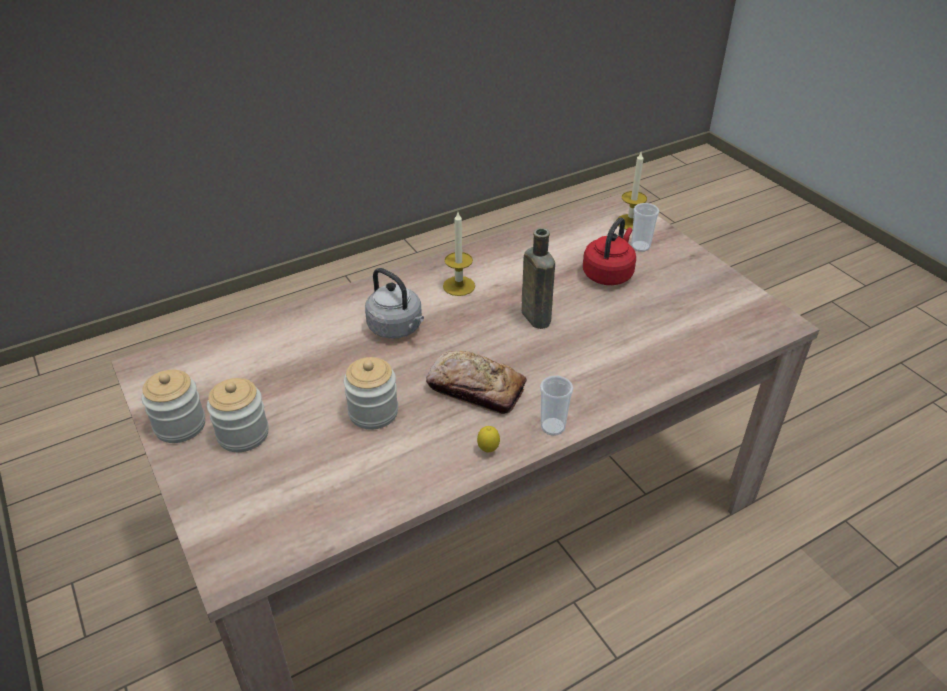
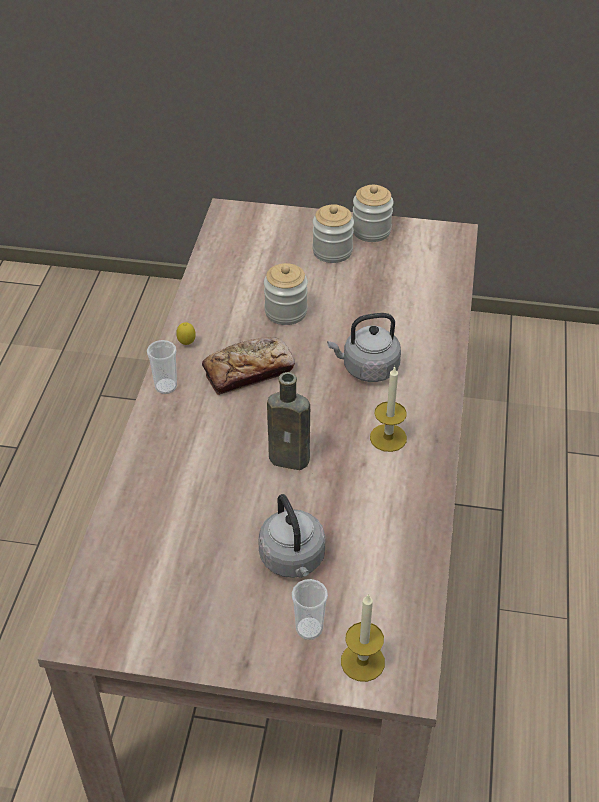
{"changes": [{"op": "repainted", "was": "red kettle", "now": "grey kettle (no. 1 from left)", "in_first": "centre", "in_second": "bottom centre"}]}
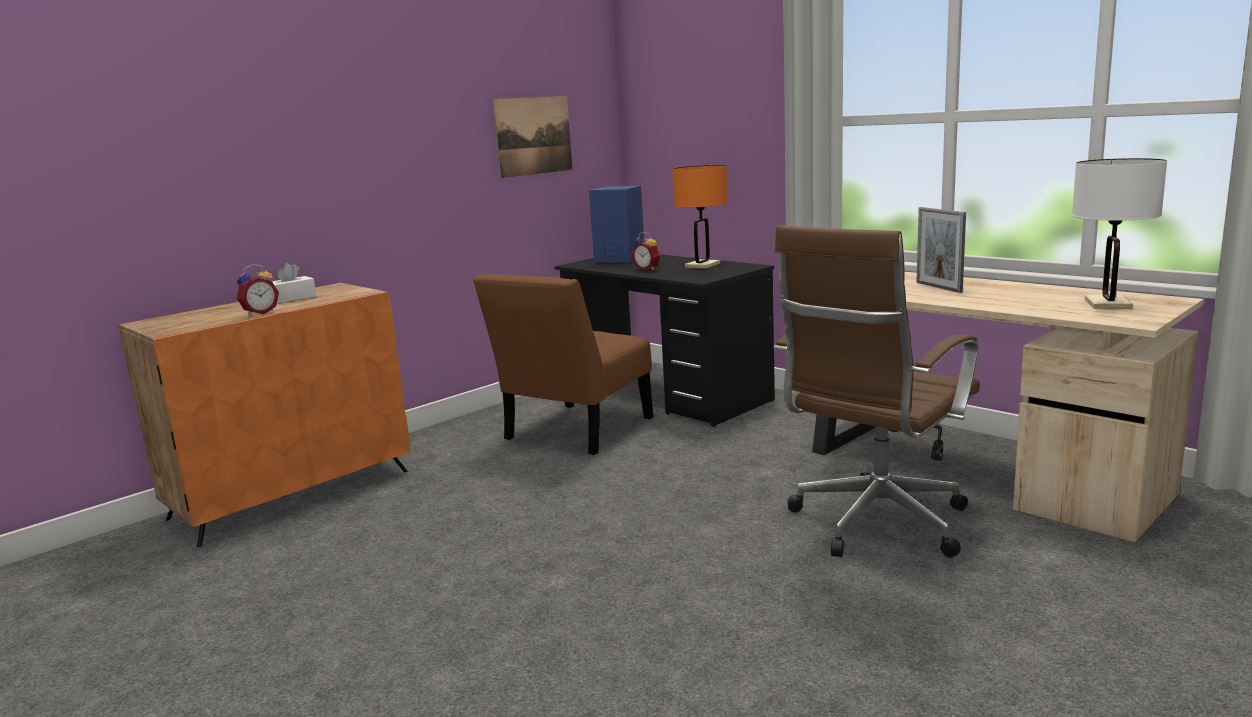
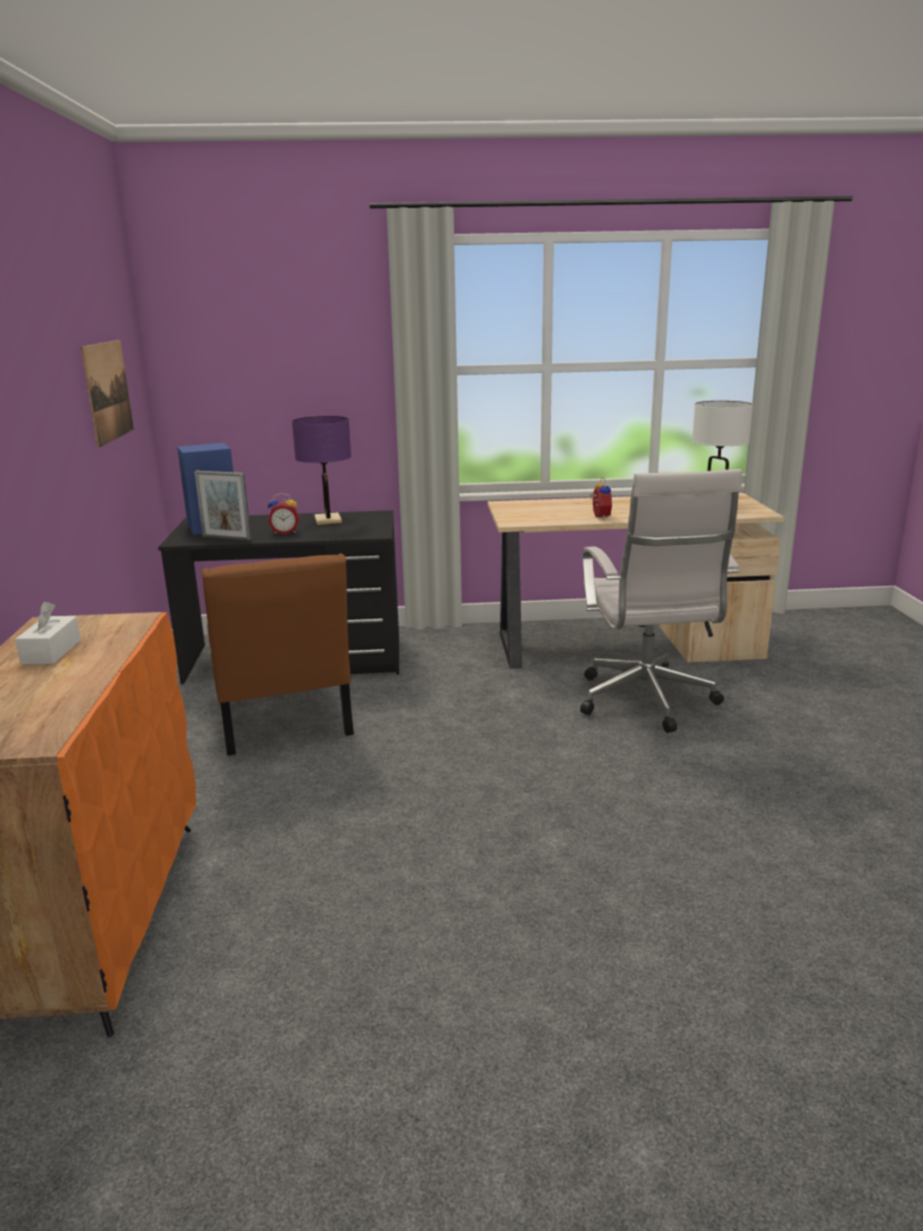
{"changes": [{"op": "shifted", "was": "alarm clock (no. 1 from left in the first image)", "now": "alarm clock (no. 2 from left)", "in_first": "middle left", "in_second": "centre"}, {"op": "repainted", "was": "orange table lamp", "now": "purple table lamp", "in_first": "top centre", "in_second": "centre"}, {"op": "repainted", "was": "brown office chair", "now": "white office chair", "in_first": "middle right", "in_second": "middle right"}, {"op": "shifted", "was": "picture frame", "in_first": "middle right", "in_second": "middle left"}]}
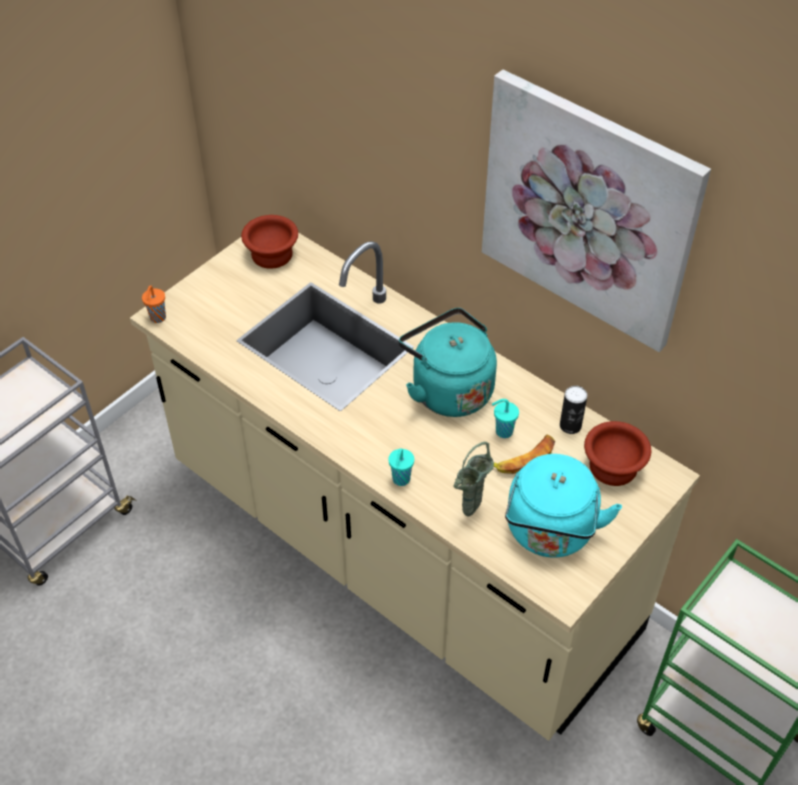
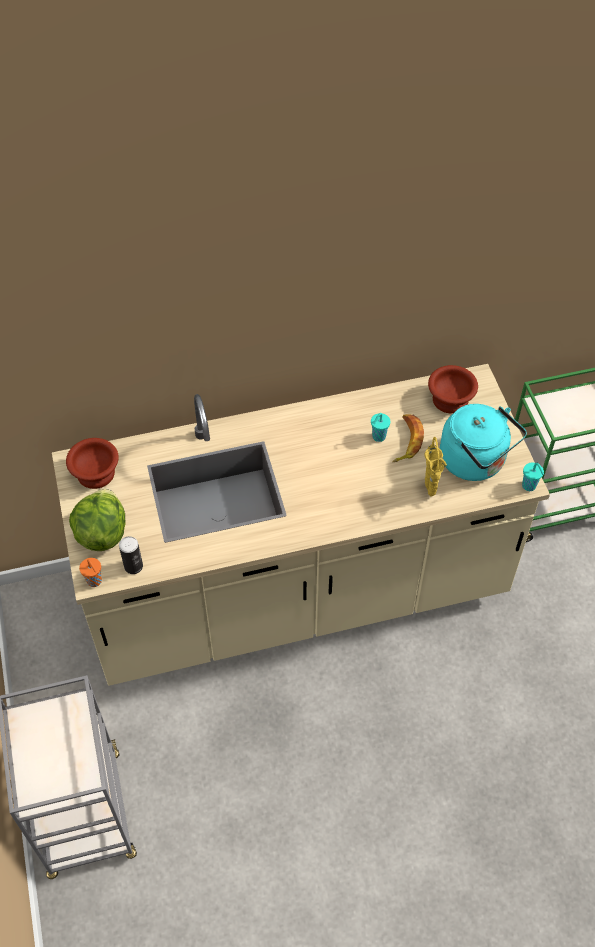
{"changes": [{"op": "shifted", "was": "turquoise cup (no. 1 from left in the first image)", "now": "turquoise cup (no. 2 from left)", "in_first": "centre", "in_second": "middle right"}, {"op": "gone", "was": "turquoise kettle (no. 1 from left)", "in_first": "centre"}, {"op": "repainted", "was": "green vase", "now": "yellow vase", "in_first": "centre", "in_second": "middle right"}, {"op": "gone", "was": "picture", "in_first": "top right"}, {"op": "shifted", "was": "can", "in_first": "middle right", "in_second": "middle left"}, {"op": "new", "now": "lettuce", "in_second": "middle left"}]}
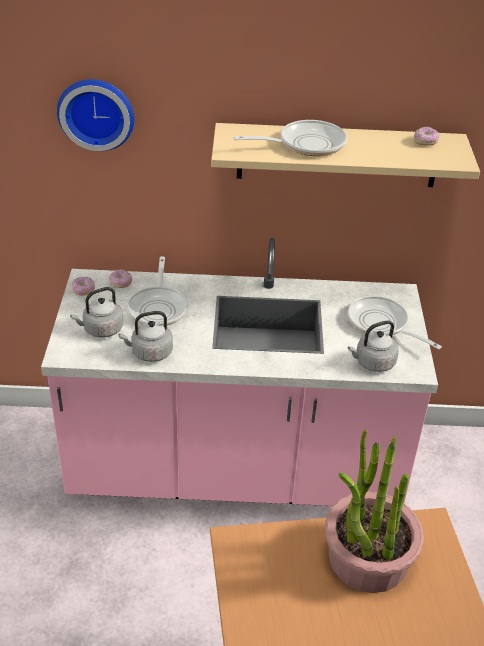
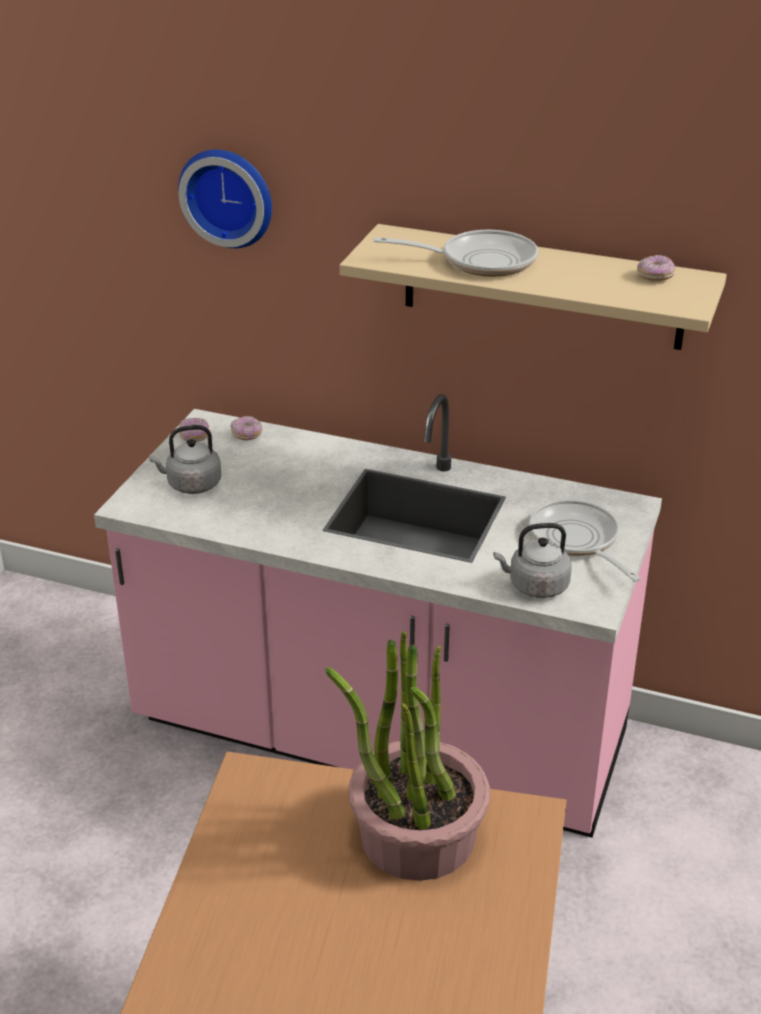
{"changes": [{"op": "gone", "was": "grey kettle (no. 2 from left)", "in_first": "middle left"}, {"op": "gone", "was": "frying pan (no. 1 from left)", "in_first": "middle left"}]}
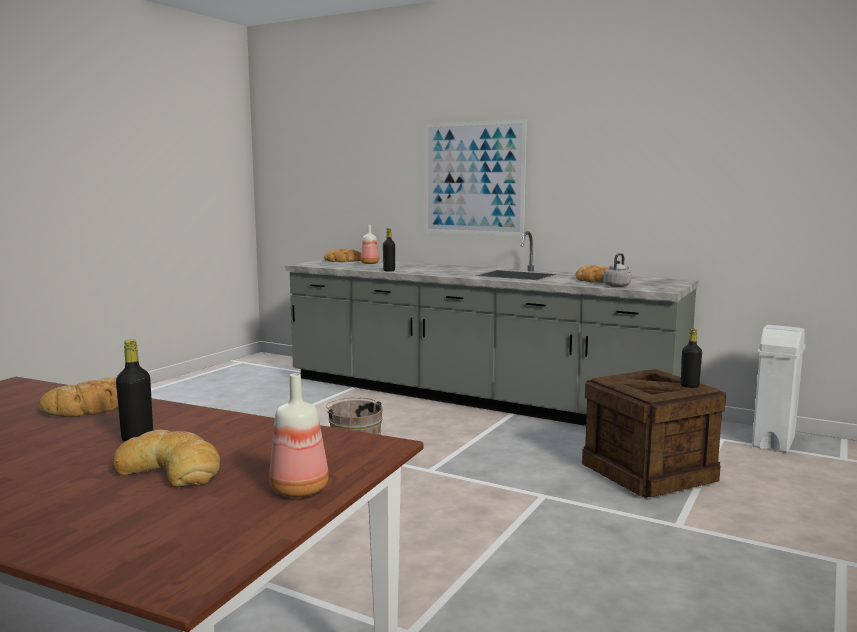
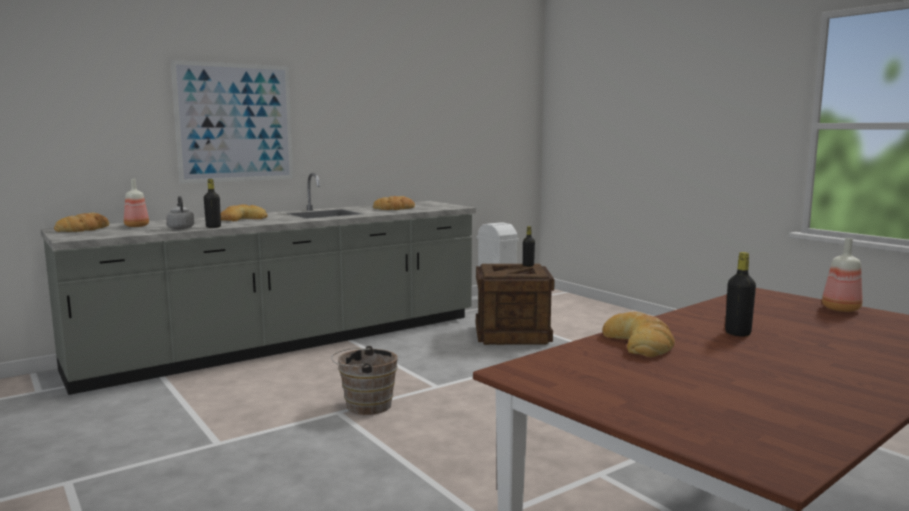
{"changes": [{"op": "shifted", "was": "bread (no. 2 from left)", "in_first": "bottom left", "in_second": "middle left"}, {"op": "shifted", "was": "grey kettle", "in_first": "middle right", "in_second": "middle left"}]}
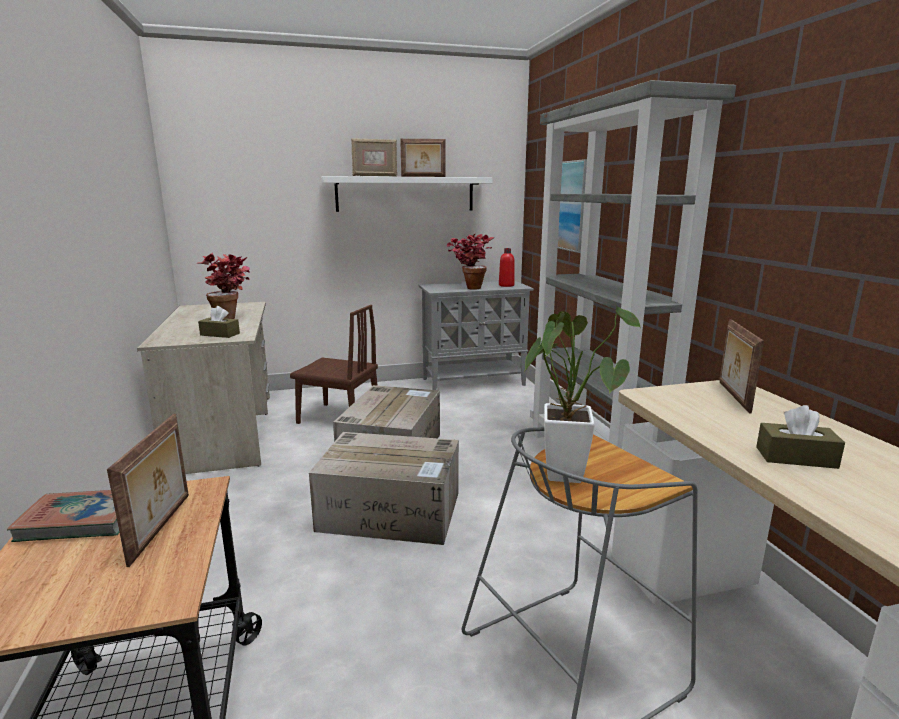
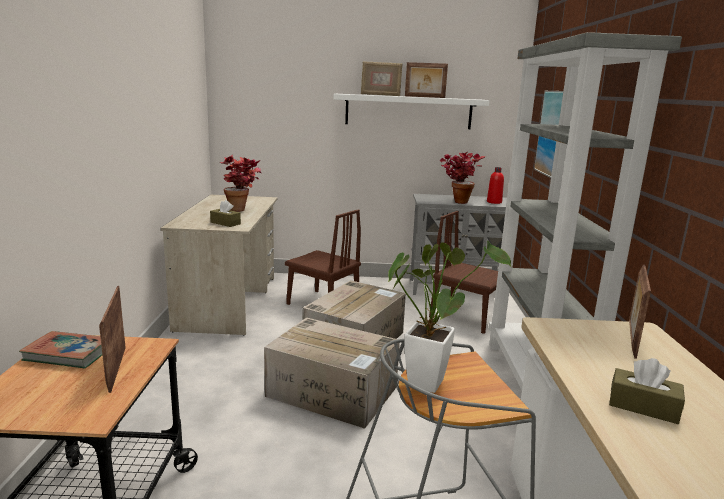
{"changes": [{"op": "rotated", "was": "picture frame (no. 1 from left)", "in_first": "bottom left", "in_second": "bottom left", "clockwise": 150}, {"op": "new", "now": "brown chair (no. 2 from left)", "in_second": "centre"}]}
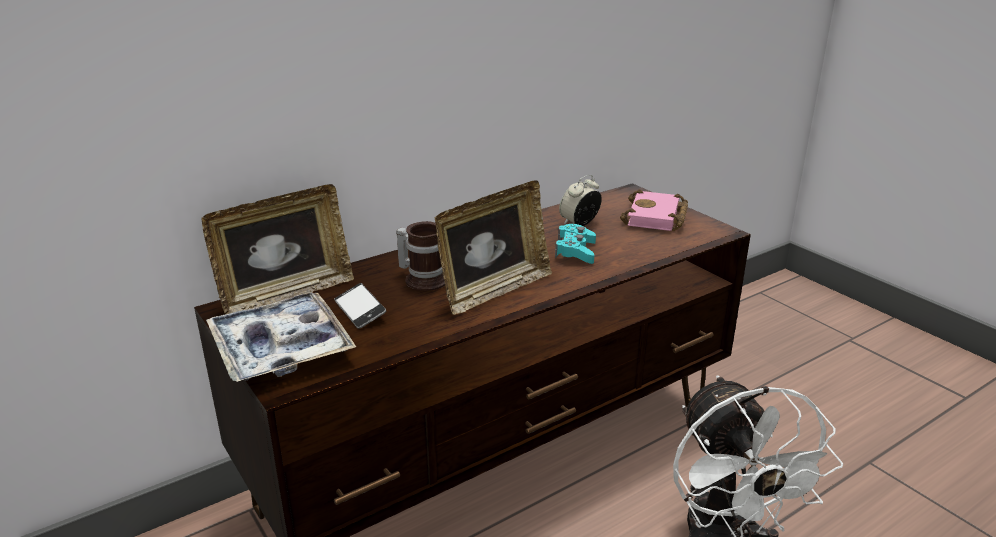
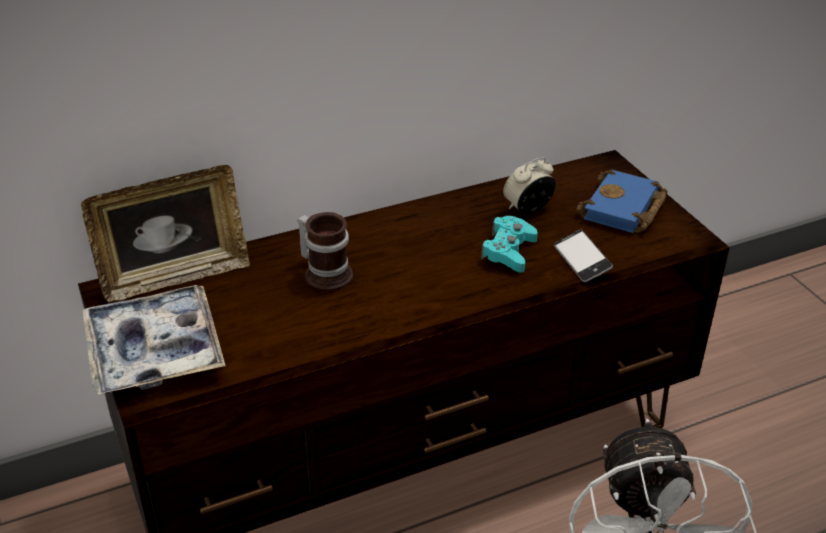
{"changes": [{"op": "shifted", "was": "phone", "in_first": "centre", "in_second": "middle right"}, {"op": "gone", "was": "picture frame (no. 2 from left)", "in_first": "centre"}, {"op": "repainted", "was": "pink book", "now": "blue book", "in_first": "centre", "in_second": "middle right"}]}
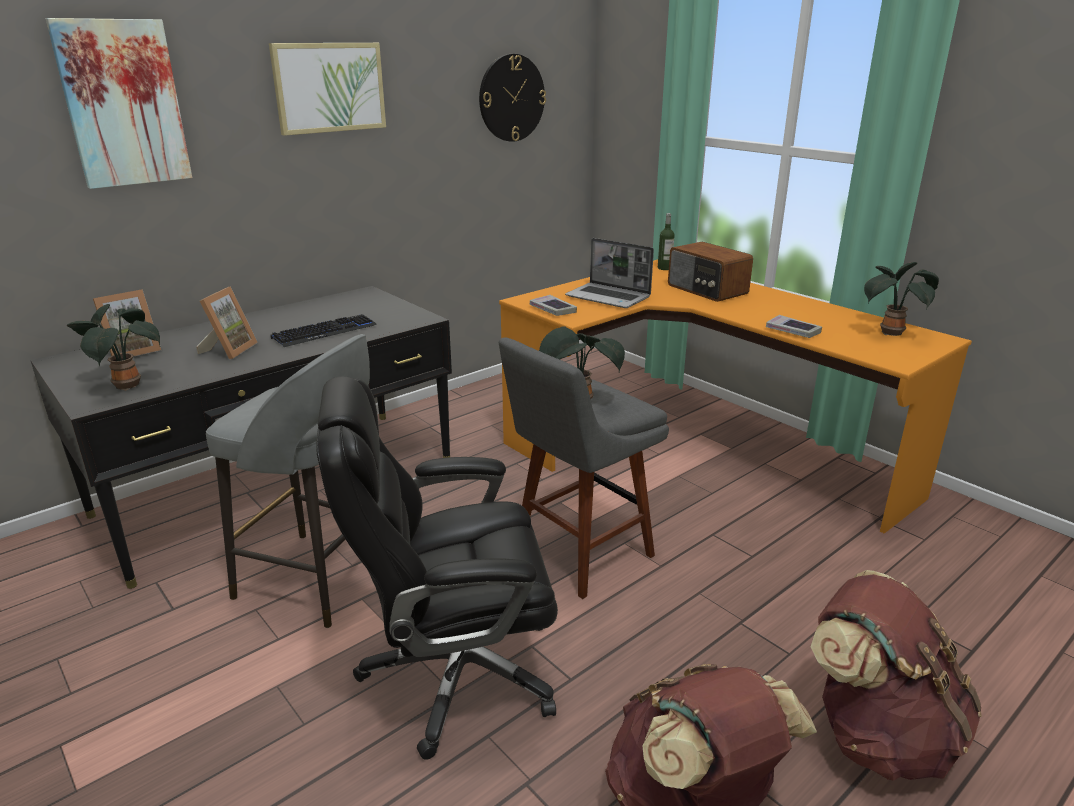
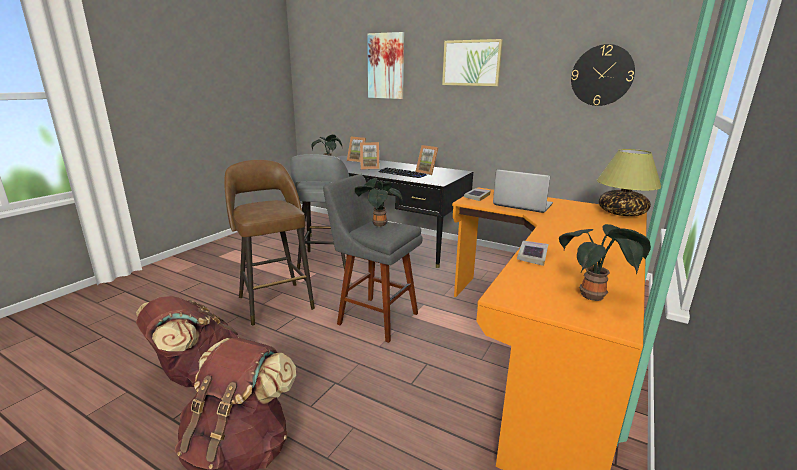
{"changes": [{"op": "swapped", "was": "black office chair", "now": "brown stool", "in_first": "bottom centre", "in_second": "centre"}, {"op": "rotated", "was": "laptop", "in_first": "centre", "in_second": "centre", "clockwise": 105}, {"op": "swapped", "was": "bottle", "now": "table lamp", "in_first": "top centre", "in_second": "middle right"}, {"op": "gone", "was": "radio", "in_first": "centre"}, {"op": "new", "now": "picture frame (no. 3 from left)", "in_second": "centre"}]}
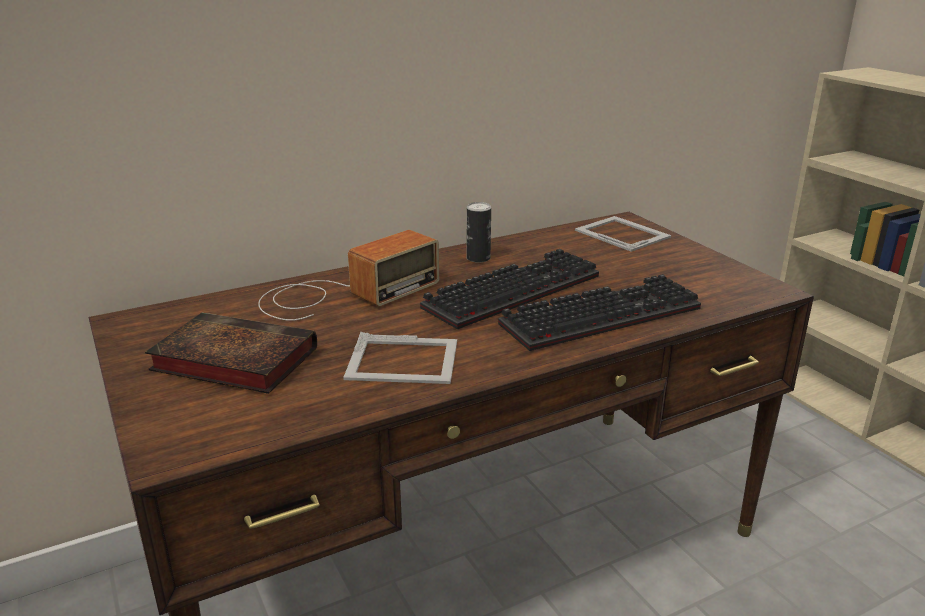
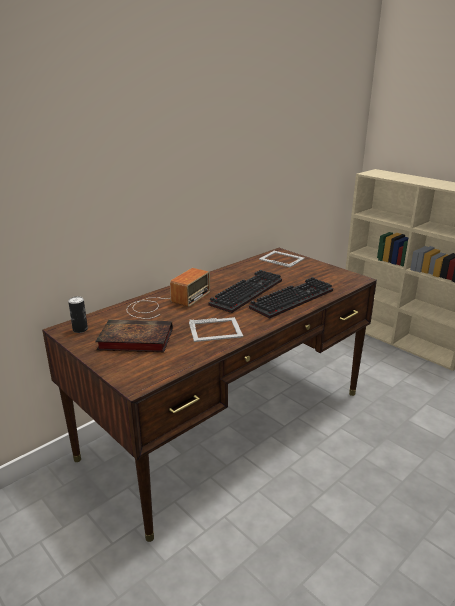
{"changes": [{"op": "shifted", "was": "can", "in_first": "centre", "in_second": "middle left"}]}
